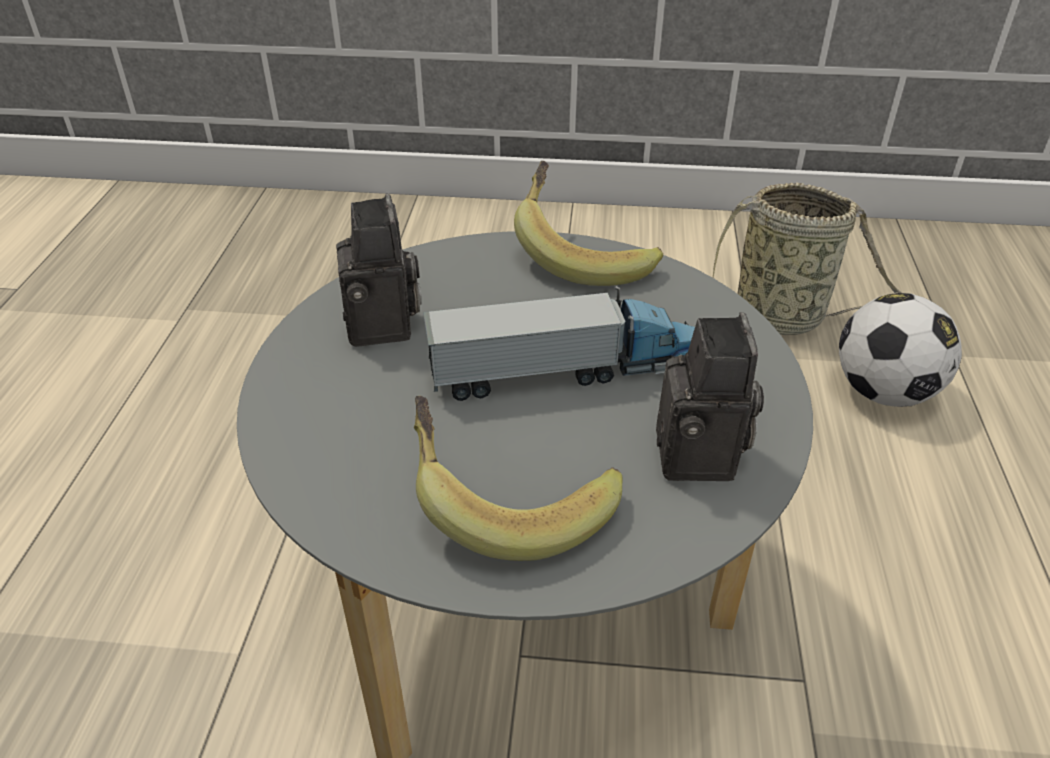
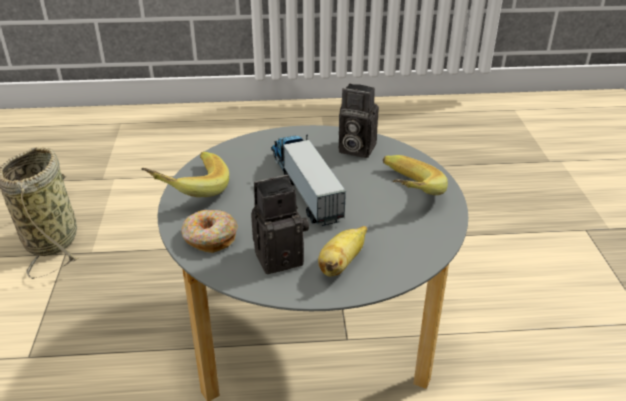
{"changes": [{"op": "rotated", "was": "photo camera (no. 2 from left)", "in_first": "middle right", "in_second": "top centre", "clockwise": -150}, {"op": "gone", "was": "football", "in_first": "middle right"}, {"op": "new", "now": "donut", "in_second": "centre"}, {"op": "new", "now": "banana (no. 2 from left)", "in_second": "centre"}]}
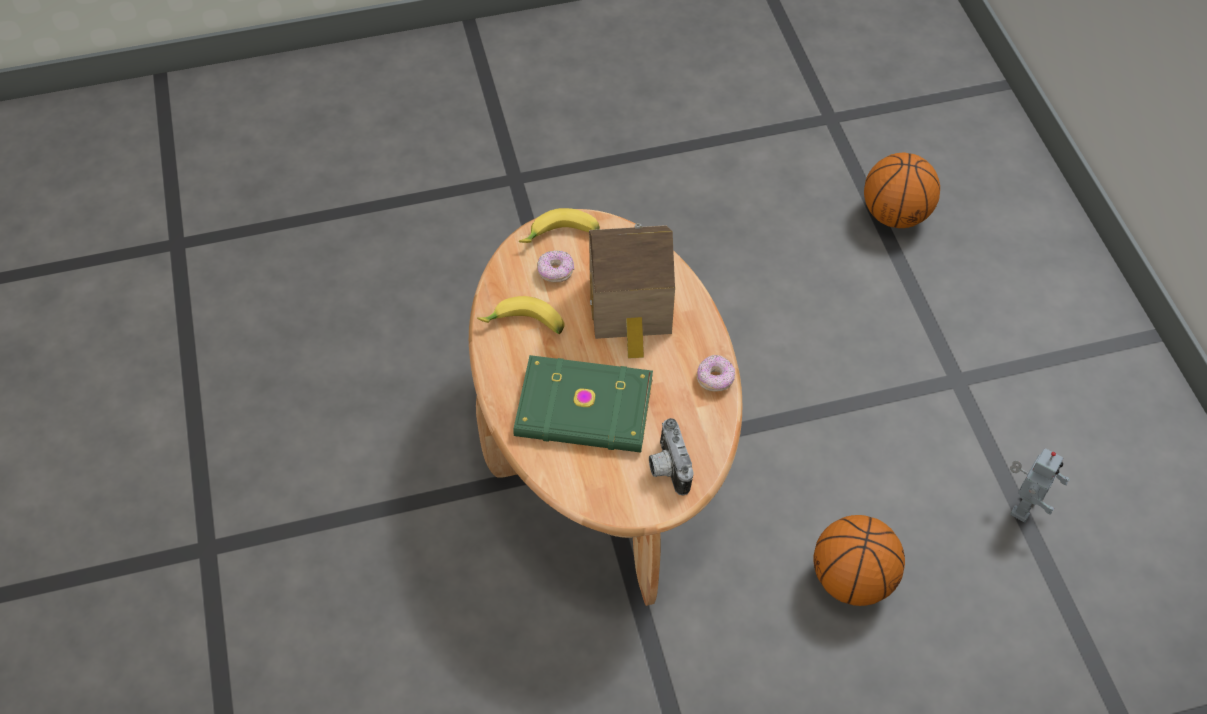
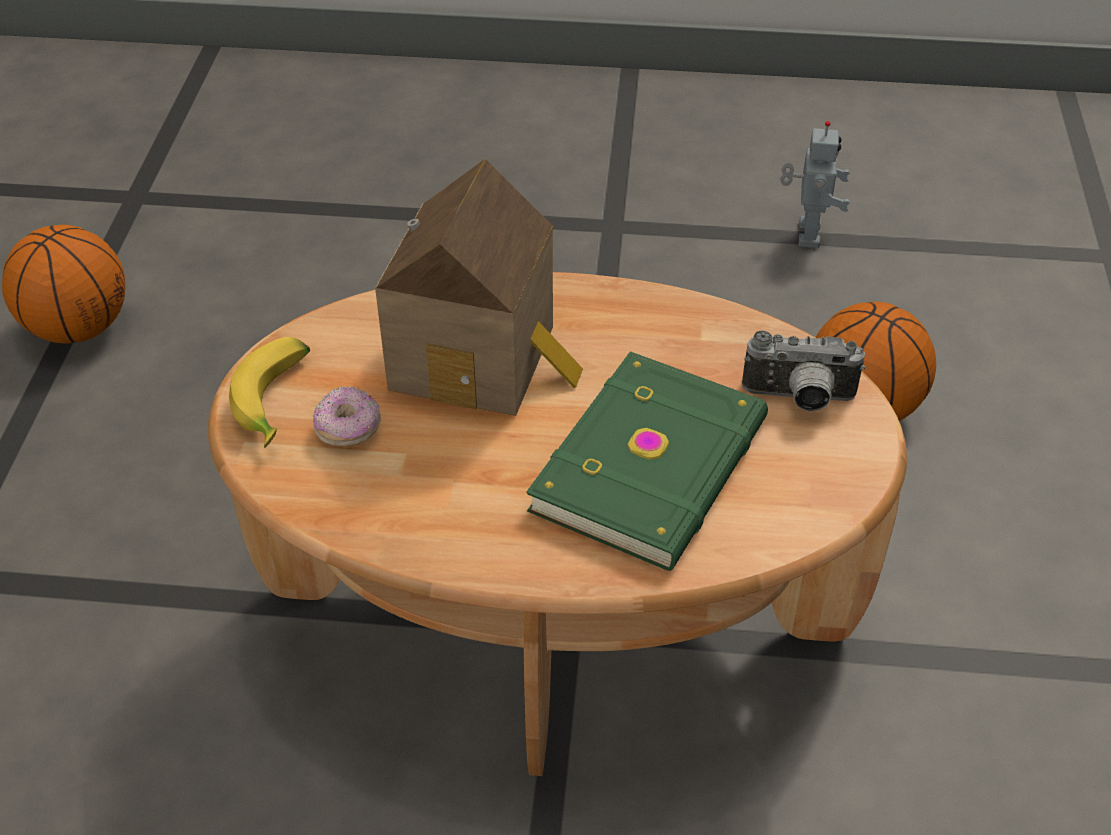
{"changes": [{"op": "gone", "was": "banana (no. 1 from left)", "in_first": "centre"}, {"op": "gone", "was": "donut (no. 2 from left)", "in_first": "centre"}, {"op": "shifted", "was": "basketball (no. 2 from left in the first image)", "now": "basketball (no. 1 from left)", "in_first": "top right", "in_second": "middle left"}, {"op": "rotated", "was": "toy robot", "in_first": "bottom right", "in_second": "top right", "clockwise": 45}]}
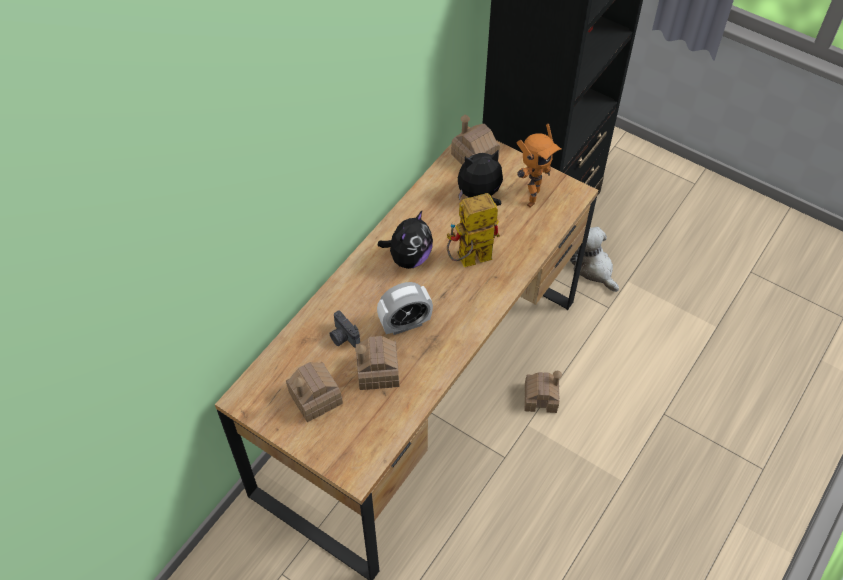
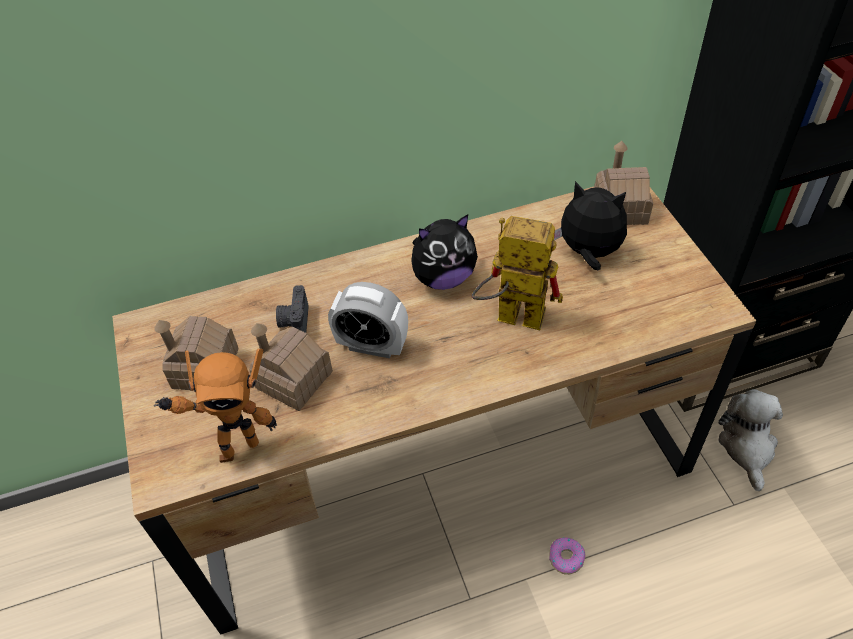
{"changes": [{"op": "shifted", "was": "toy robot (no. 2 from left in the first image)", "now": "toy robot (no. 1 from left)", "in_first": "top centre", "in_second": "middle left"}, {"op": "swapped", "was": "toy house (no. 4 from left)", "now": "donut", "in_first": "bottom centre", "in_second": "bottom centre"}]}
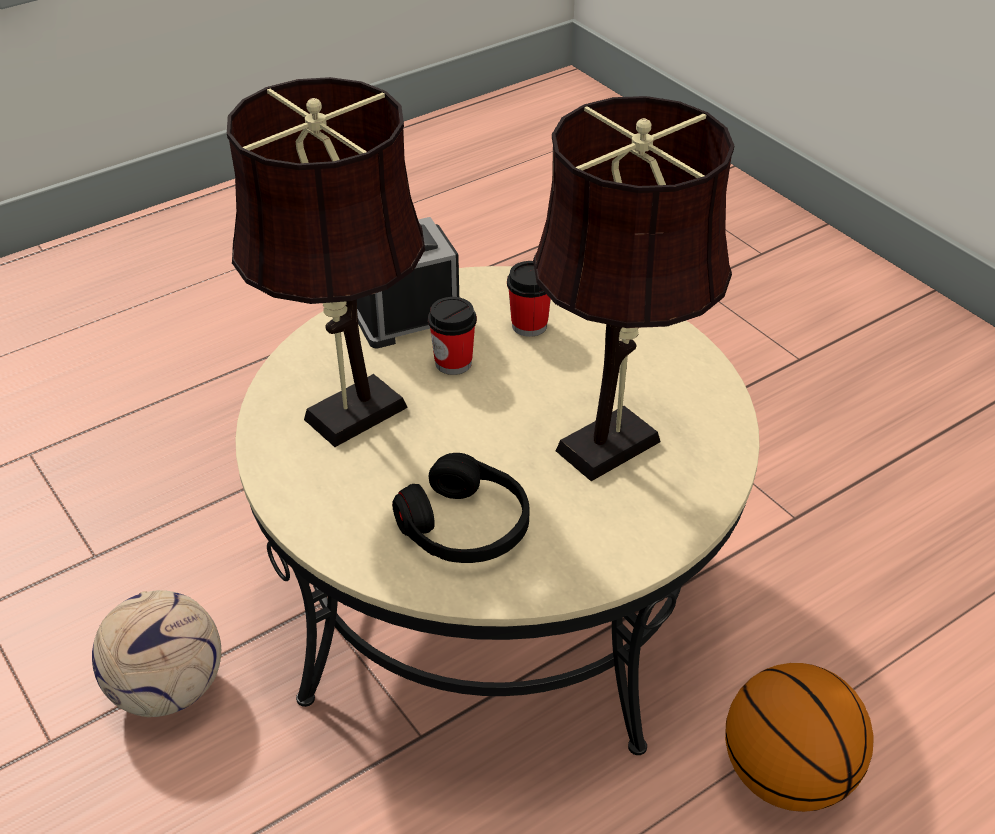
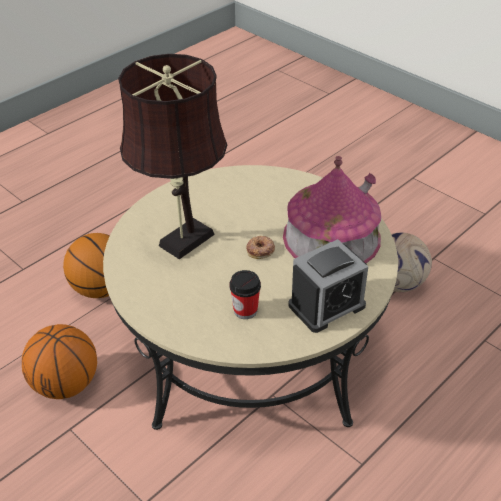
{"changes": [{"op": "swapped", "was": "brown table lamp (no. 1 from left)", "now": "toy house", "in_first": "top left", "in_second": "centre"}, {"op": "gone", "was": "black headphones", "in_first": "centre"}, {"op": "gone", "was": "cup (no. 1 from left)", "in_first": "centre"}, {"op": "new", "now": "basketball (no. 1 from left)", "in_second": "bottom left"}, {"op": "new", "now": "donut", "in_second": "centre"}]}
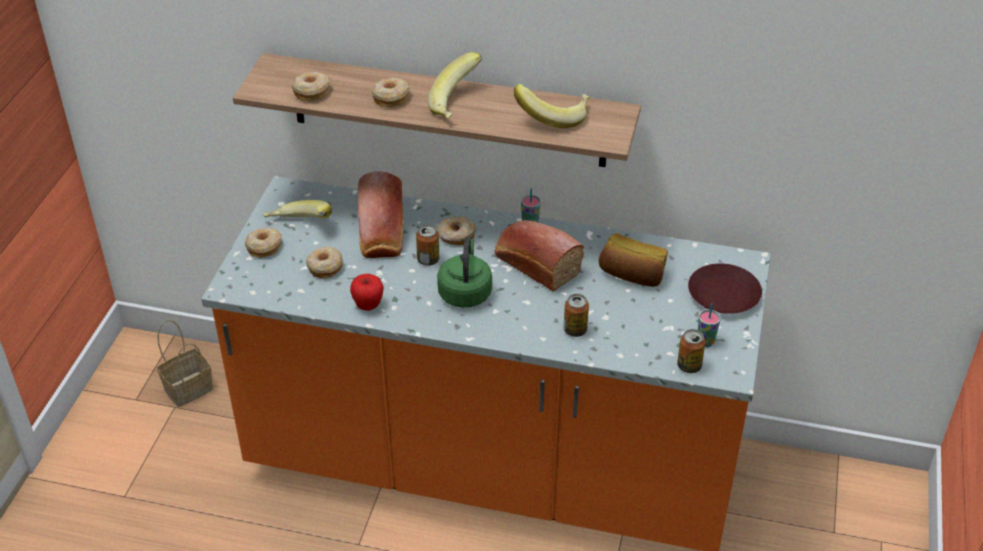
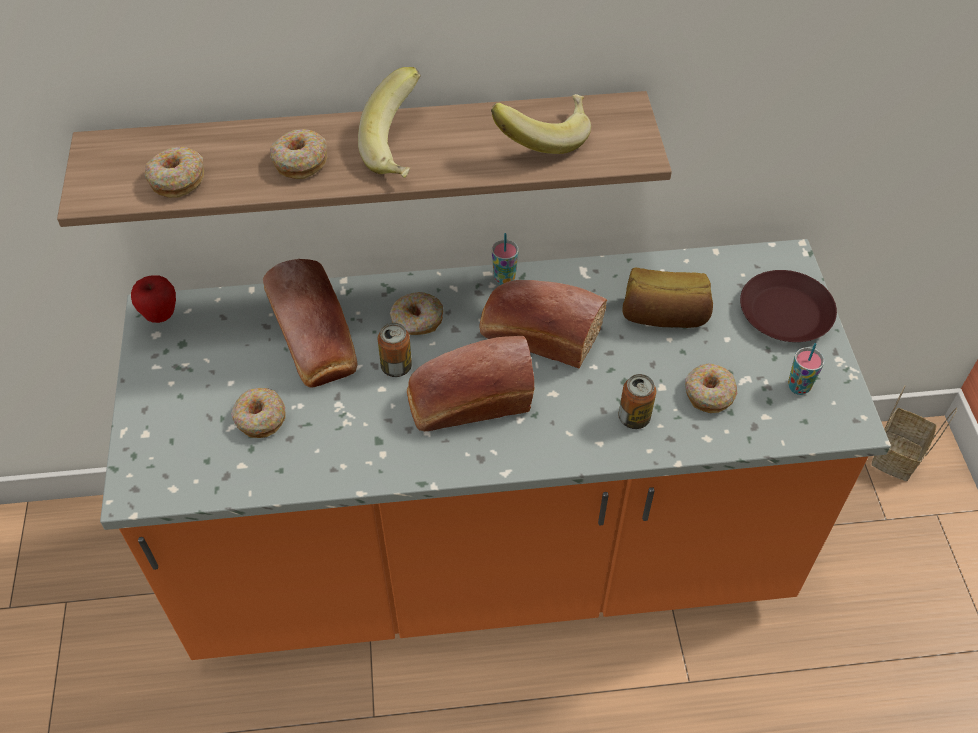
{"changes": [{"op": "shifted", "was": "basket", "in_first": "middle left", "in_second": "middle right"}, {"op": "shifted", "was": "donut (no. 1 from left in the first image)", "now": "donut (no. 5 from left)", "in_first": "middle left", "in_second": "middle right"}, {"op": "gone", "was": "banana (no. 1 from left)", "in_first": "middle left"}, {"op": "shifted", "was": "apple", "in_first": "centre", "in_second": "middle left"}, {"op": "swapped", "was": "green kettle", "now": "bread (no. 2 from left)", "in_first": "centre", "in_second": "centre"}, {"op": "gone", "was": "can (no. 3 from left)", "in_first": "middle right"}]}
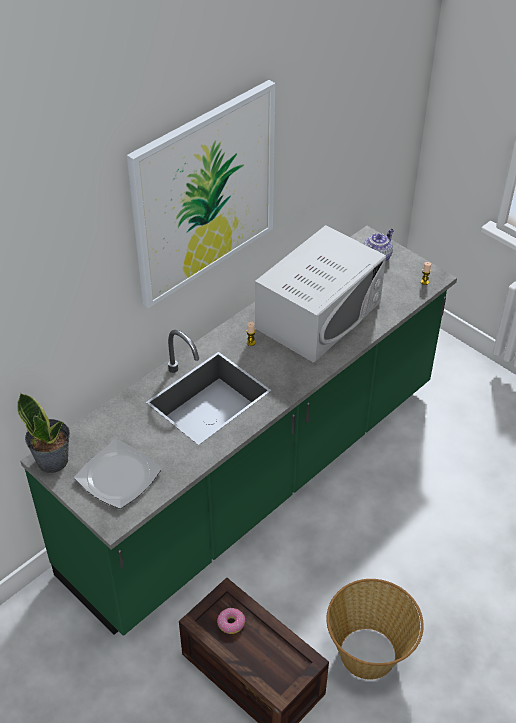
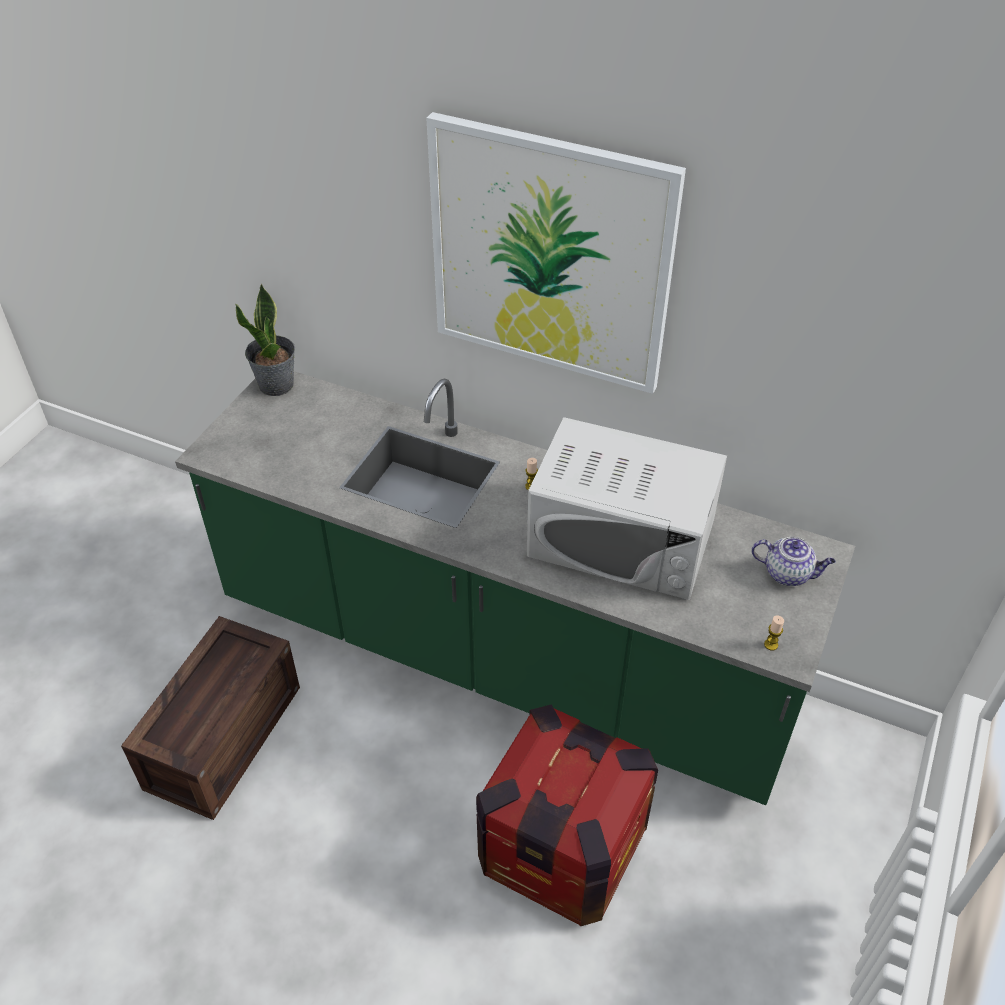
{"changes": [{"op": "gone", "was": "plate", "in_first": "middle left"}, {"op": "gone", "was": "donut", "in_first": "bottom centre"}, {"op": "gone", "was": "basket", "in_first": "bottom right"}, {"op": "new", "now": "crate (no. 2 from left)", "in_second": "bottom centre"}]}
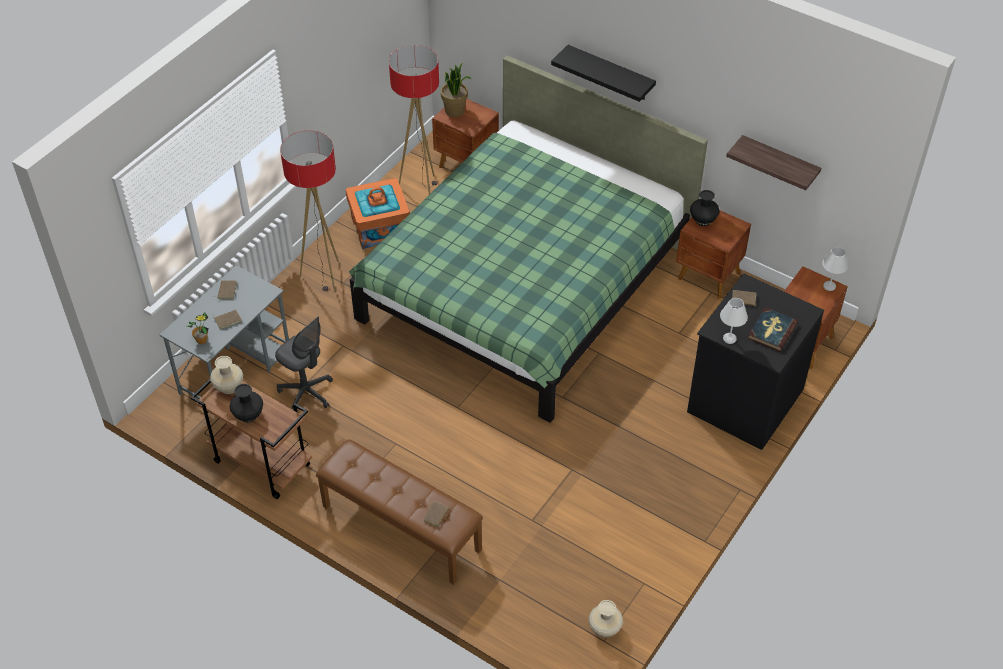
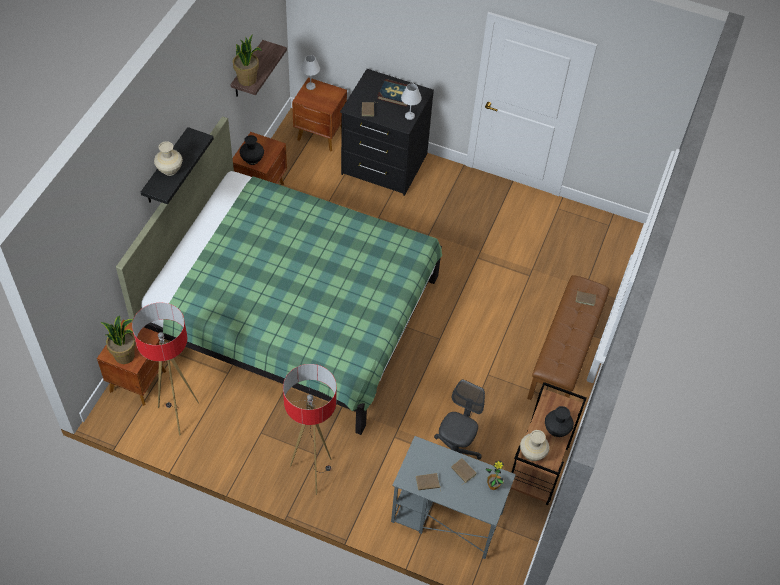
{"changes": [{"op": "gone", "was": "orange storage box", "in_first": "top centre"}, {"op": "shifted", "was": "beige vase (no. 2 from left in the first image)", "now": "beige vase (no. 1 from left)", "in_first": "bottom centre", "in_second": "top left"}, {"op": "new", "now": "potted plant (no. 2 from left)", "in_second": "top left"}]}
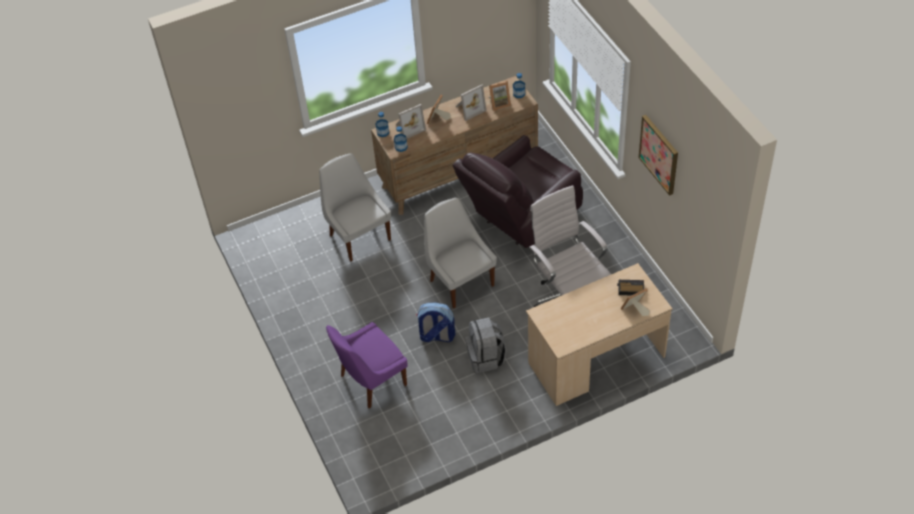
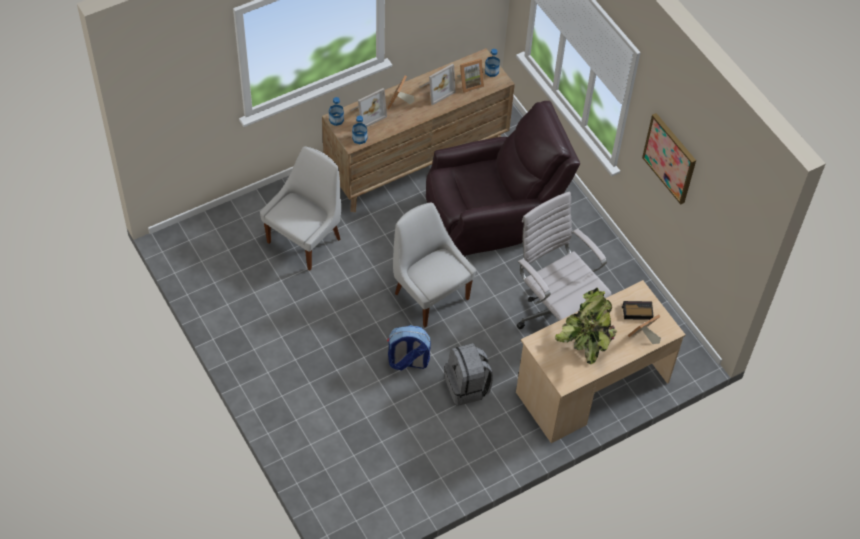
{"changes": [{"op": "rotated", "was": "white chair (no. 1 from left)", "in_first": "centre", "in_second": "centre", "clockwise": 75}, {"op": "gone", "was": "purple chair", "in_first": "bottom centre"}, {"op": "rotated", "was": "brown armchair", "in_first": "centre", "in_second": "top centre", "clockwise": -150}, {"op": "new", "now": "potted plant", "in_second": "middle right"}]}
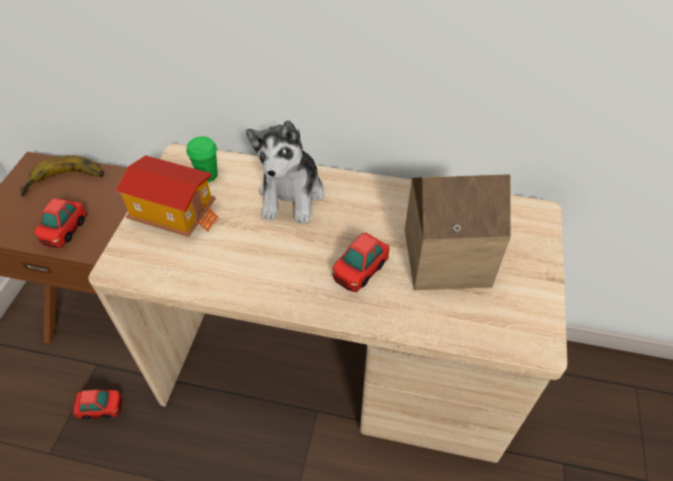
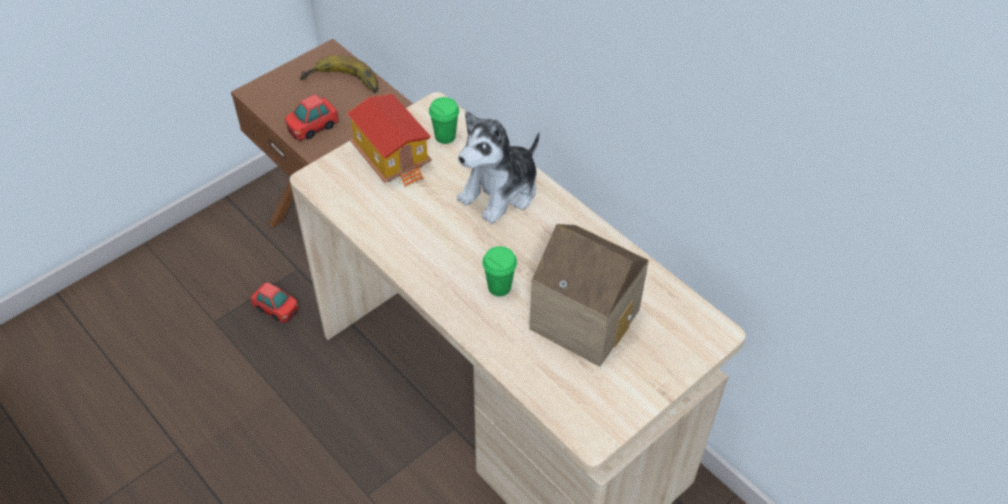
{"changes": [{"op": "swapped", "was": "toy car (no. 3 from left)", "now": "green cup (no. 2 from left)", "in_first": "centre", "in_second": "centre"}]}
